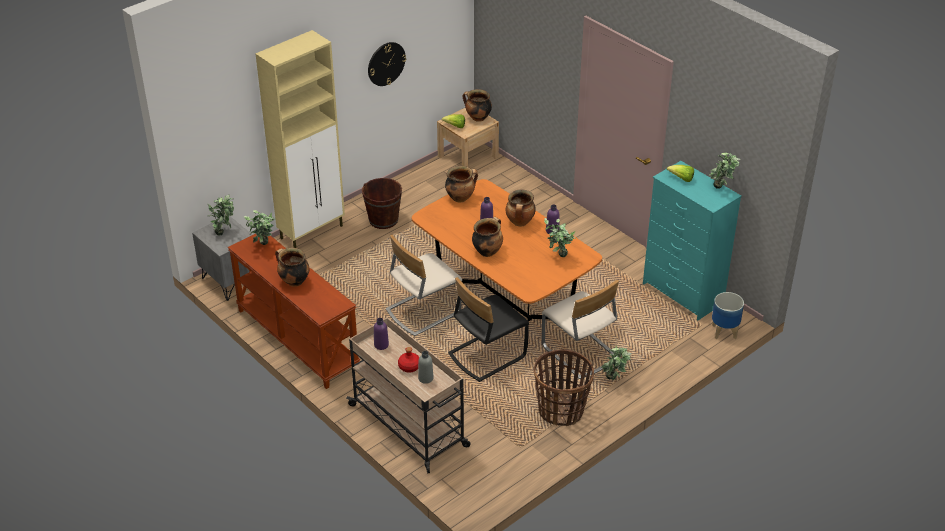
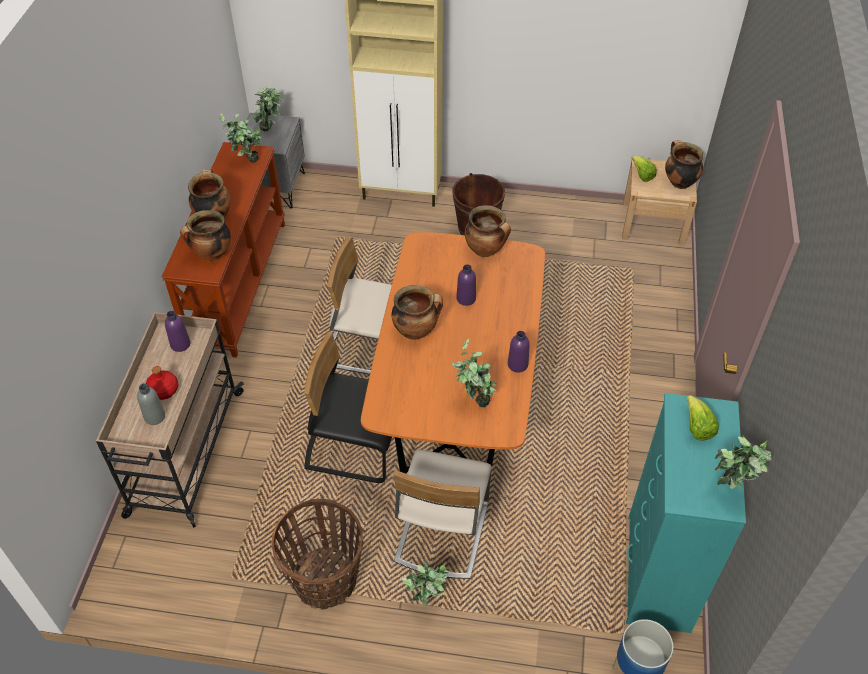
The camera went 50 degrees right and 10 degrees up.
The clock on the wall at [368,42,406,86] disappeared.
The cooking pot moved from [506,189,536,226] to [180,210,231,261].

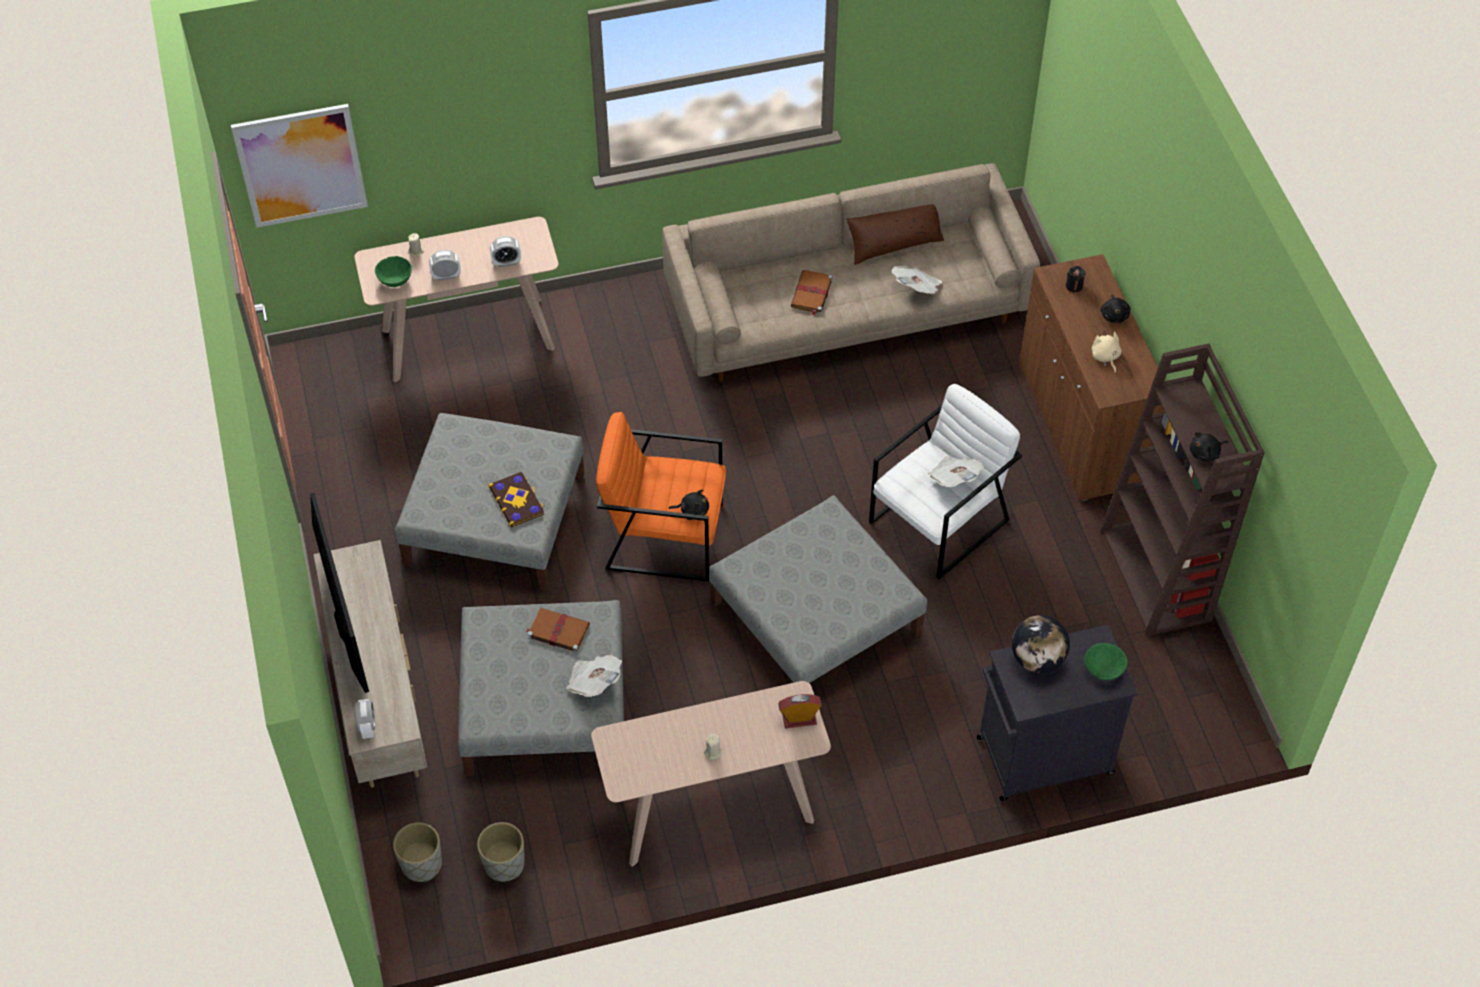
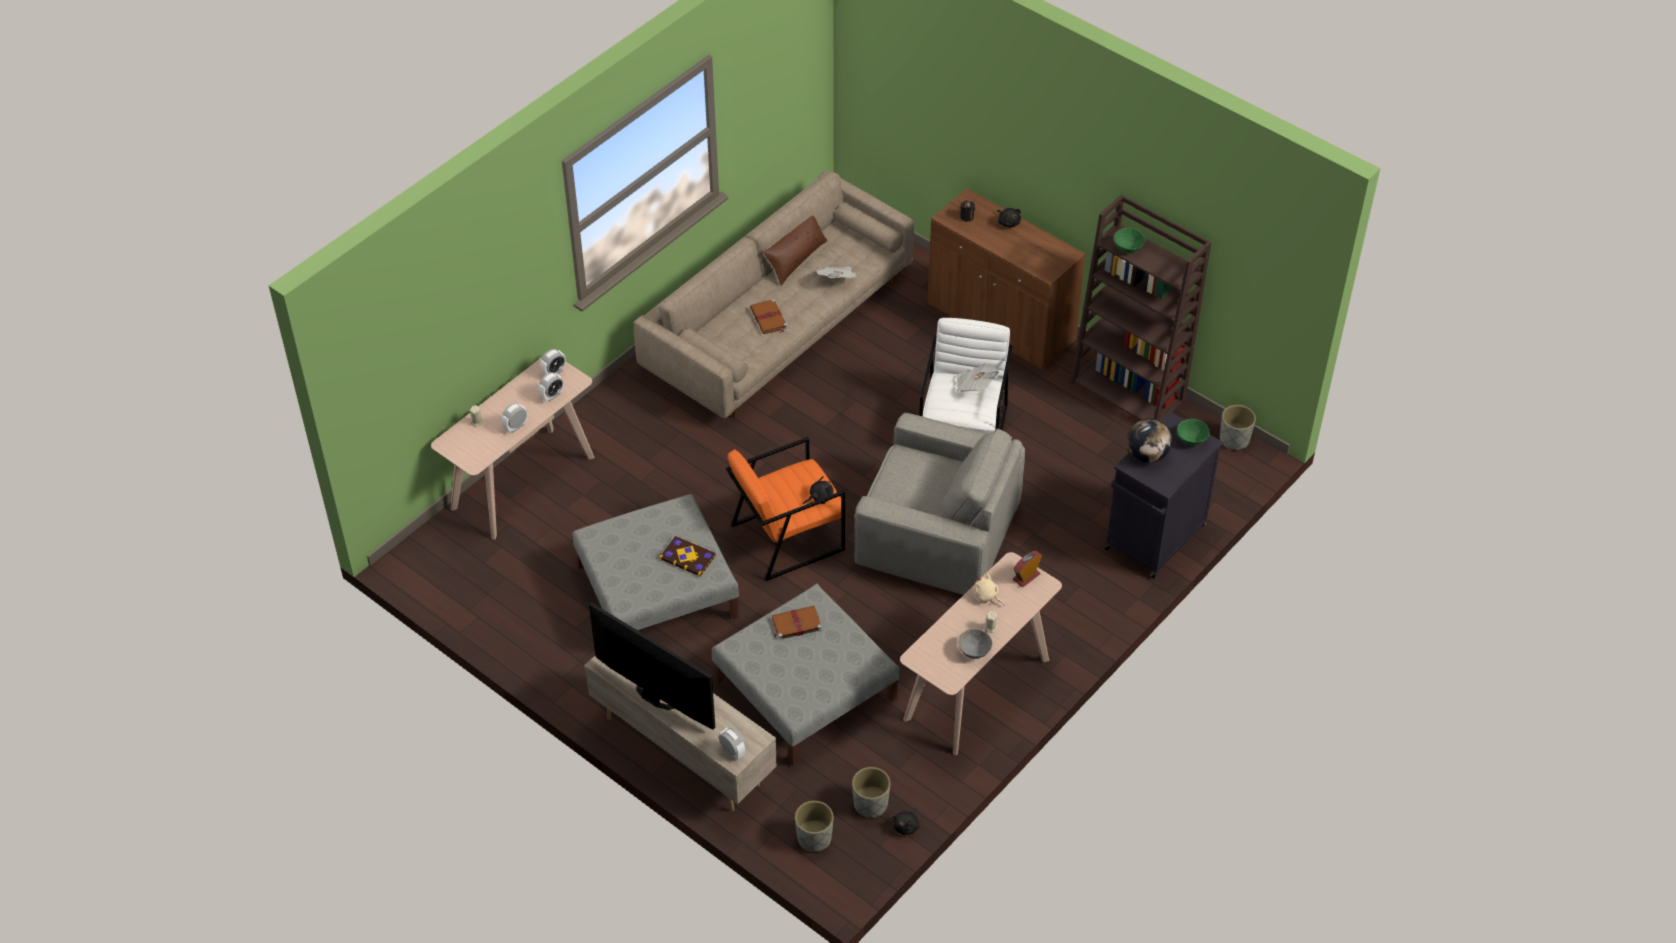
The camera went 35 degrees left and 5 degrees down.
The wall art at [231,104,368,228] disappeared.
The serving bowl/greenish moved from [375,256,412,287] to [1114,228,1145,253].
The printed paper at [566,655,622,697] disappeared.
The pouffe/grey at [709,495,927,683] was replaced by the lounge chair/grey at [854,413,1025,595].
The plush toy/sand-coloured moved from [1092,330,1122,373] to [973,573,1004,605].
The plush toy/black-coloured moved from [1190,432,1228,462] to [892,808,920,835].
The table clock at [540,349,566,375] appeared.
The serving bowl/grey at [958,629,993,659] appeared.
The plant pot/grey at [1220,405,1256,450] appeared.

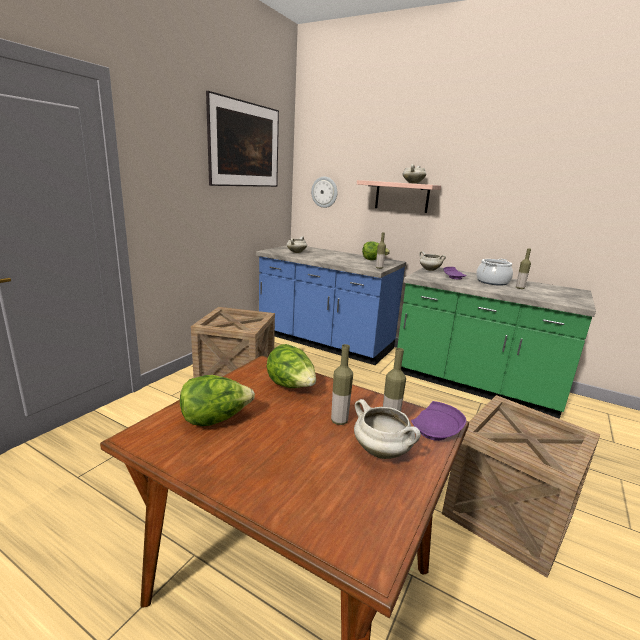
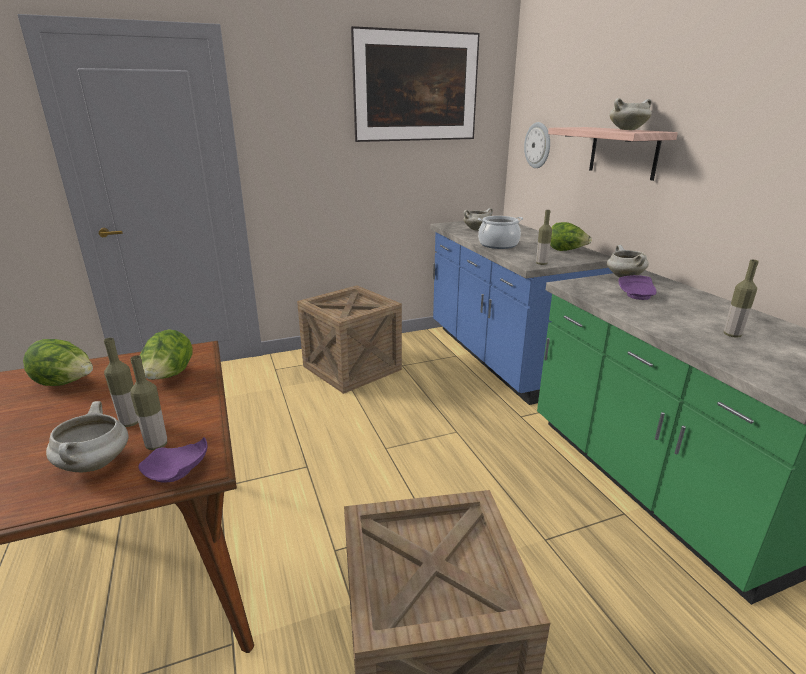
The camera went 40 degrees right and 5 degrees up.
The cooking pot moved from [476,259,513,286] to [478,216,523,249].

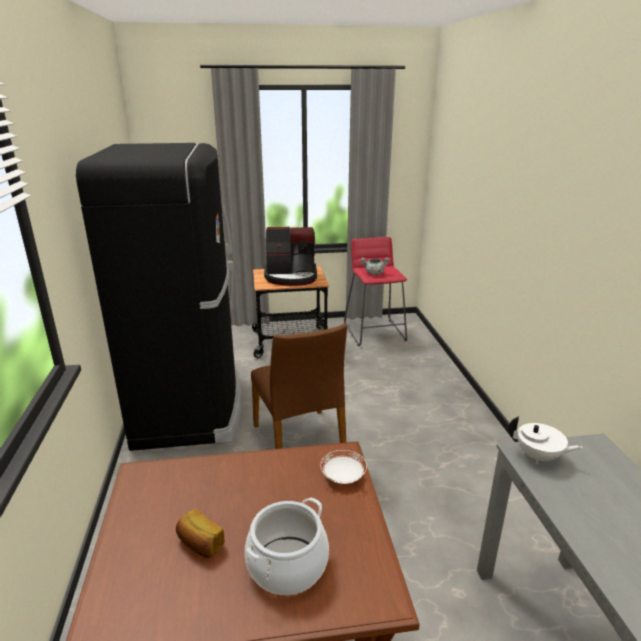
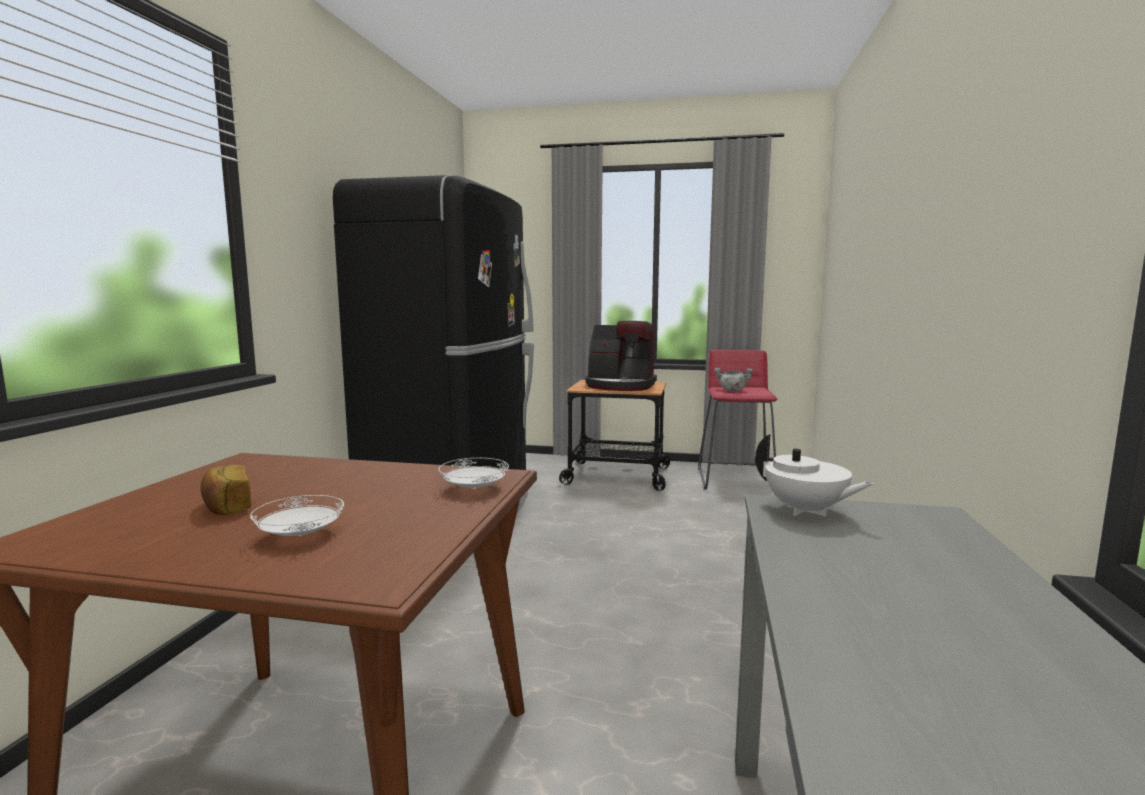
The camera went 20 degrees right and 15 degrees down.
The cooking pot at [245,497,329,595] was replaced by the dinner plate/whitish at [250,495,344,536].
The plain chair/brown-coloured at [251,324,347,449] disappeared.

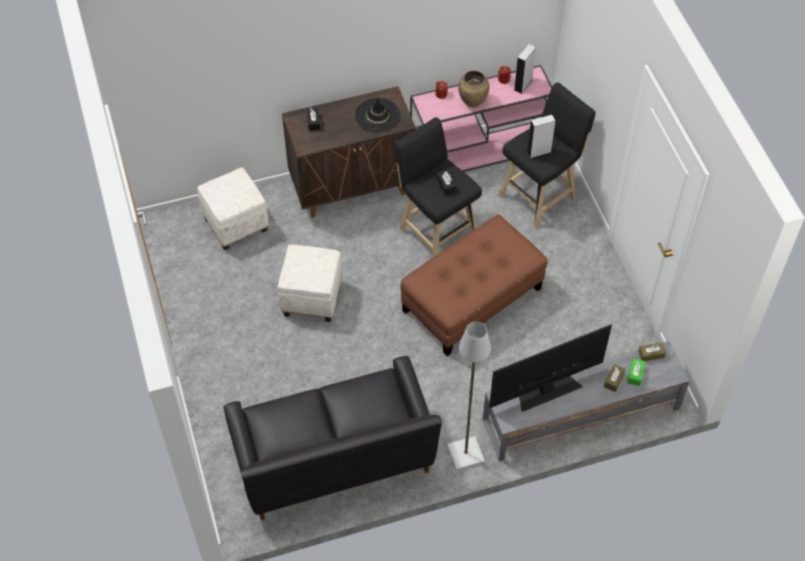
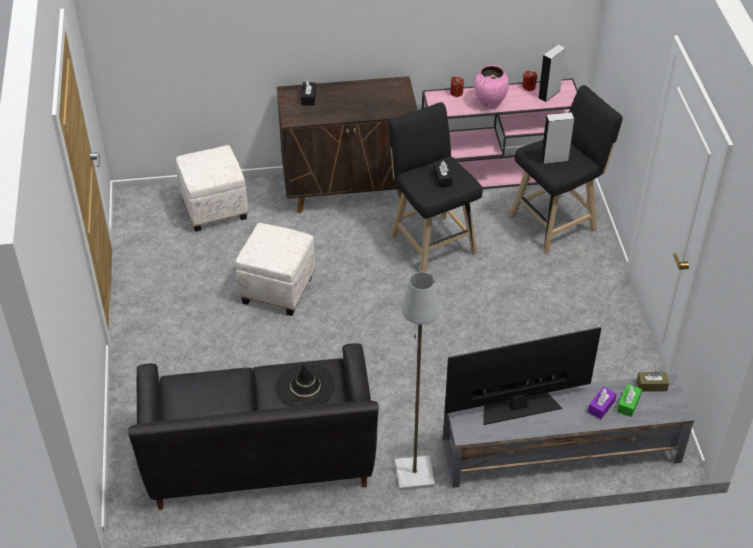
The camera went 10 degrees right and 10 degrees down.
The wearable hat/black-coloured moved from [355,98,401,132] to [276,363,335,407].
The pouffe/brown-coloured at [400,215,547,356] disappeared.
The flower vase/brown-coloured at [458,70,489,108] became the flower vase/pink-coloured at [474,65,509,109].
The box of tissues/brown-coloured at [604,364,625,392] became the box of tissues/purplish at [588,387,617,419].

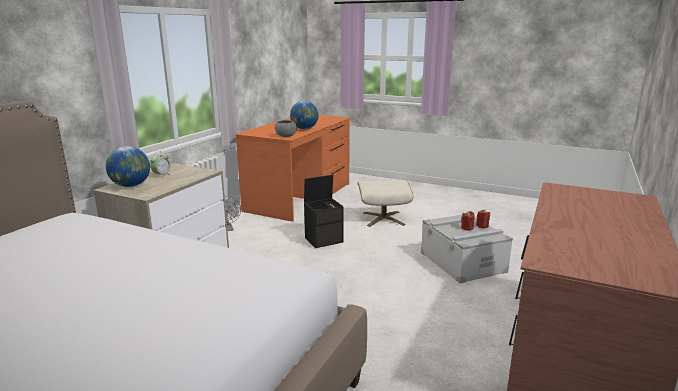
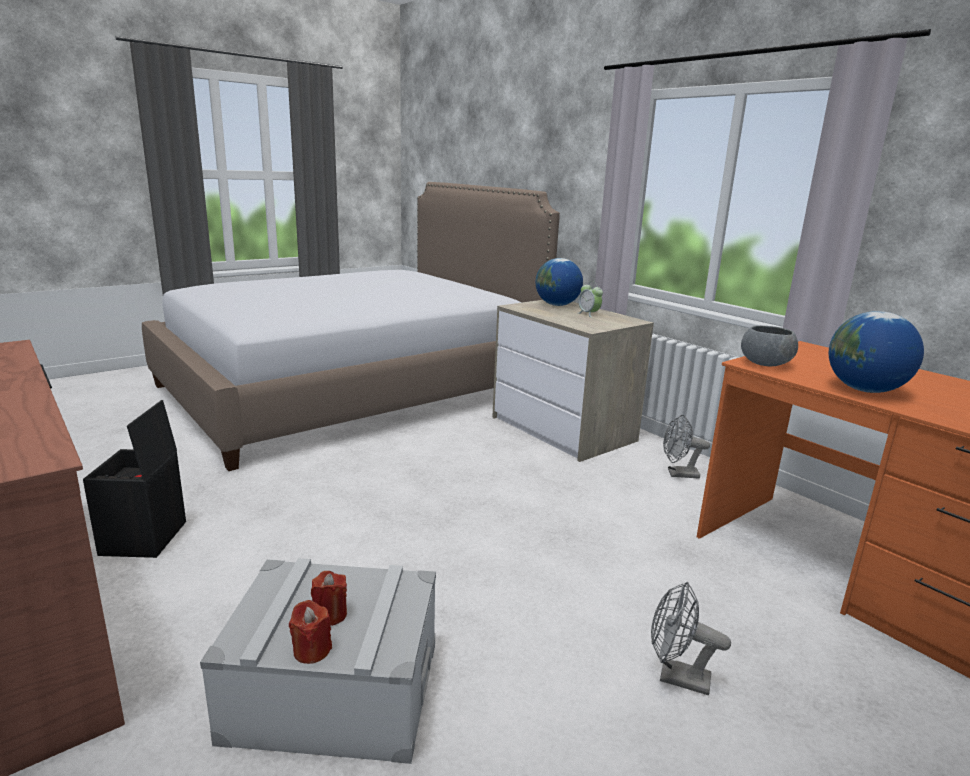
The camera went 115 degrees right and 0 degrees up.
The storage container/black-coloured moved from [304,175,343,248] to [83,400,186,558].
The pouffe/sand-coloured at [358,180,413,227] was replaced by the fan/grey at [651,582,731,695].

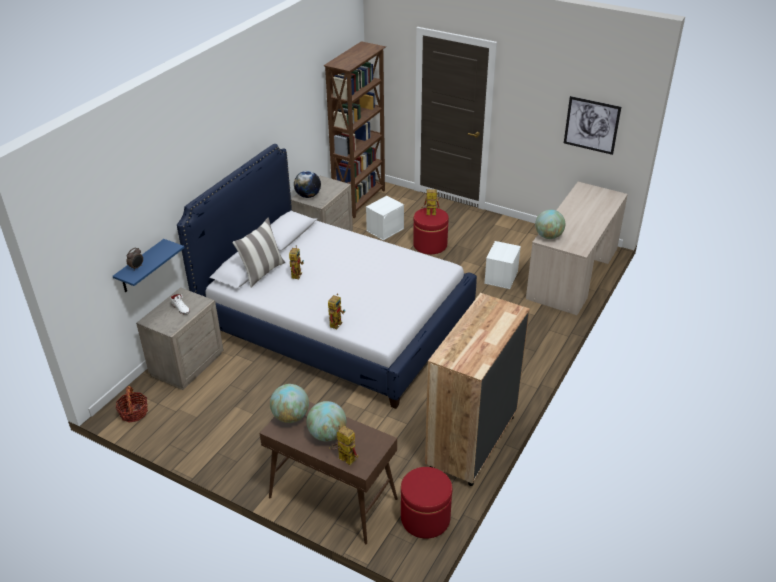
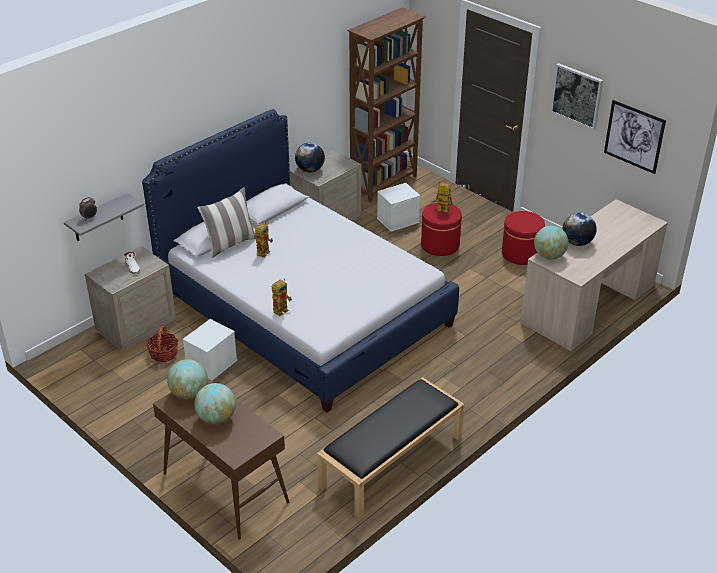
The camera went 15 degrees right and 0 degrees up.
The wall shelf/blue at [113,239,185,292] became the wall shelf/grey at [64,193,144,241].
The household basket moved from [116,386,148,423] to [146,325,178,362].
The robot figure at [329,425,359,465] disappeared.
The pouffe/red moved from [401,467,452,539] to [502,211,545,265].
The chest of drawers/brown-coloured at [425,293,530,486] was replaced by the bench/black-coloured at [317,377,464,518].
The storage container/whitish moved from [484,241,521,289] to [183,319,237,381].
The wall art at [550,63,603,130] appeared.
The desk globe at [563,213,597,246] appeared.

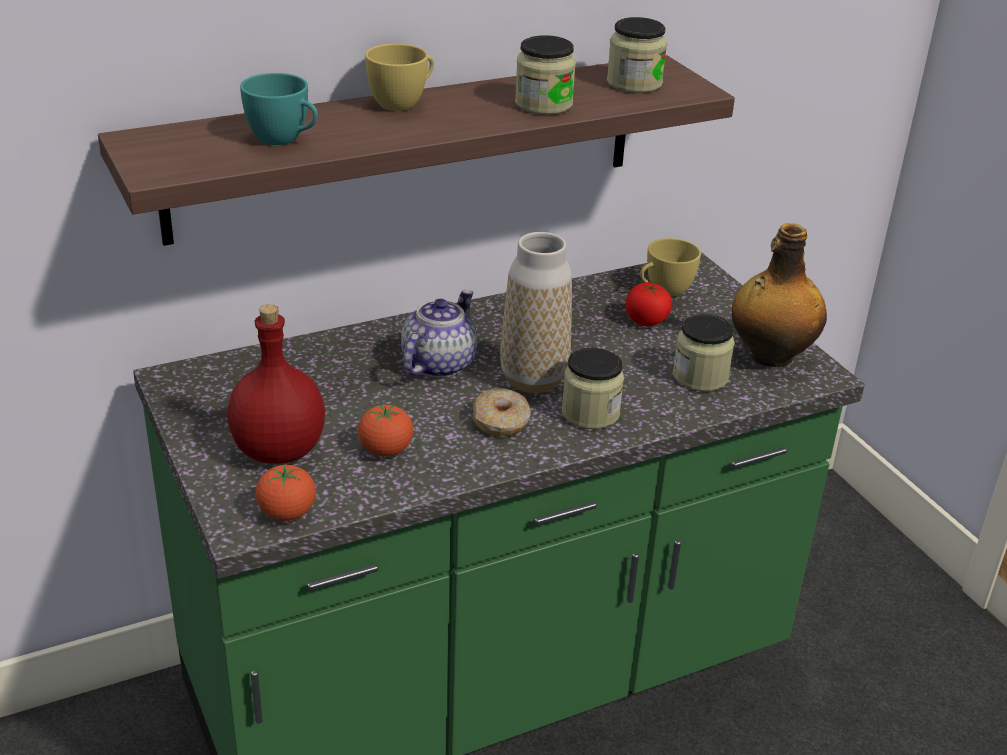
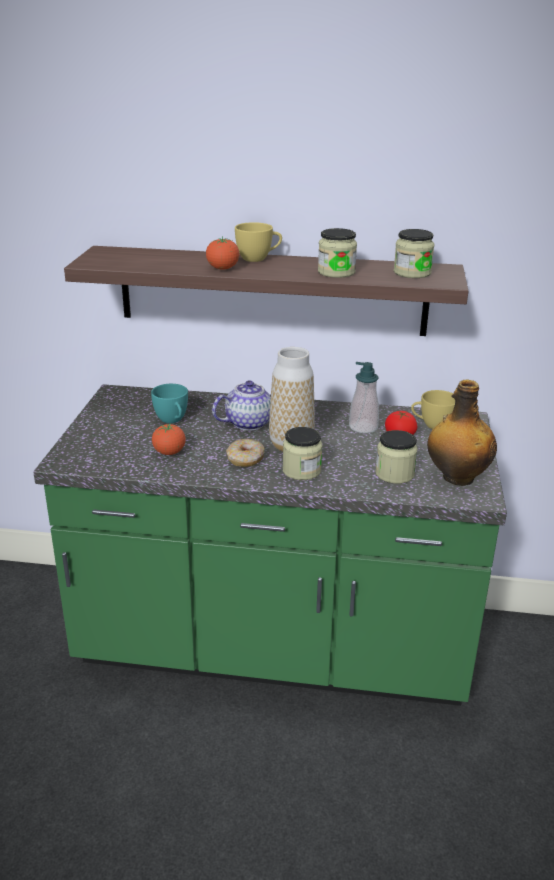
The camera went 35 degrees right and 5 degrees down.
The bottle/red at [227,304,325,464] disappeared.
The small cup/blue-green moved from [240,73,318,145] to [151,384,188,423].
The tomato moved from [256,463,316,521] to [206,236,239,270].
The soap dispenser at [349,362,379,433] appeared.

